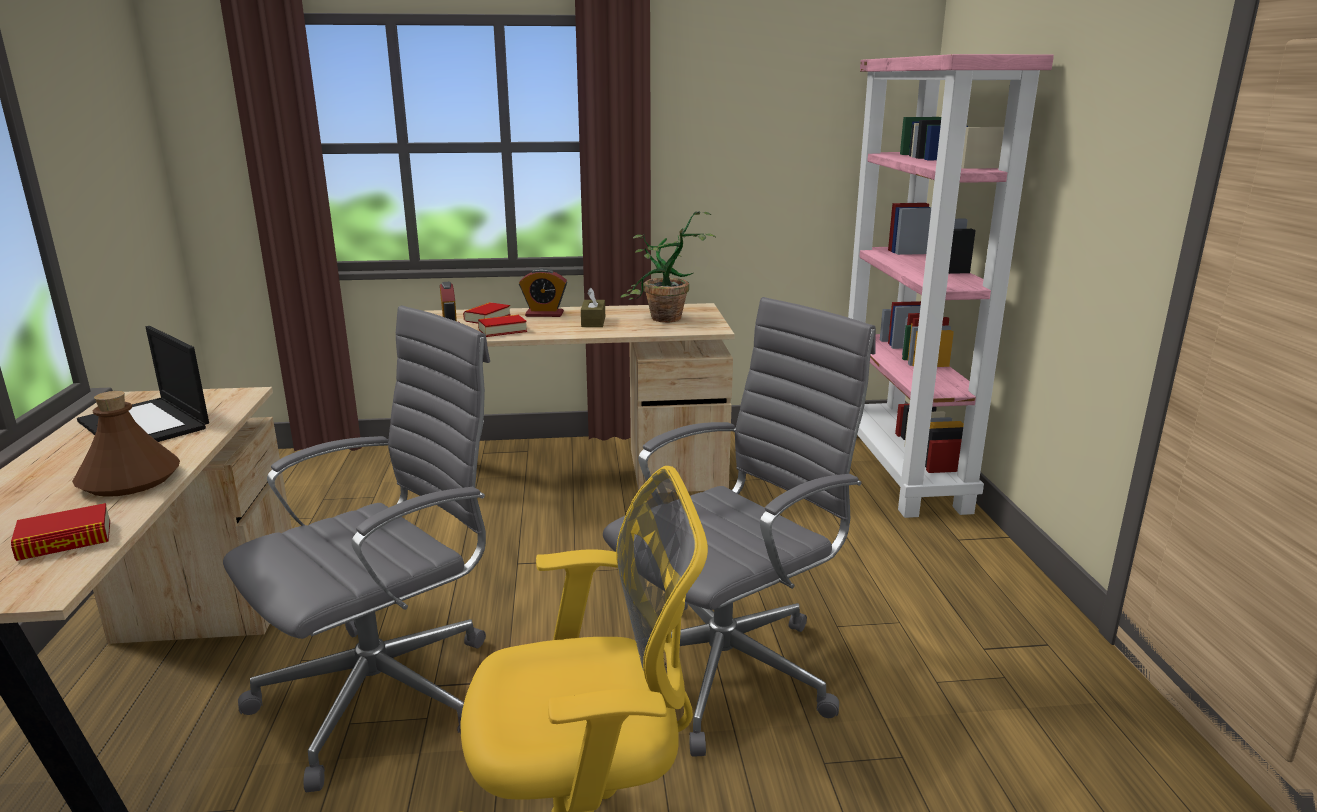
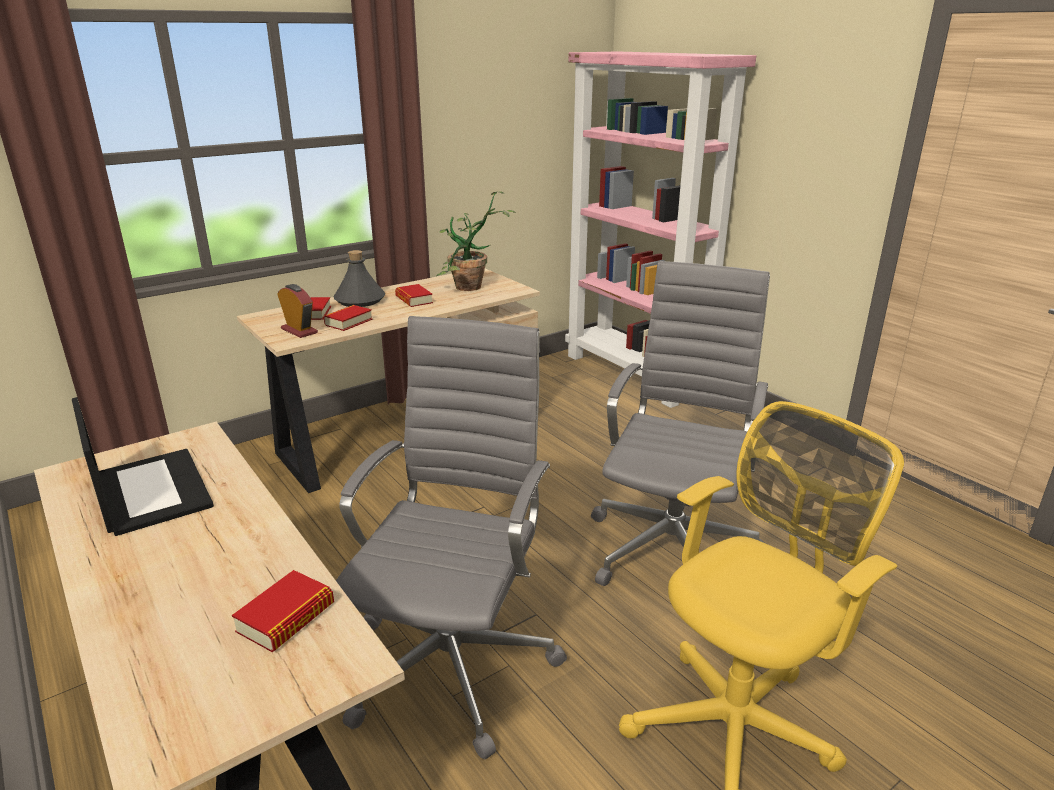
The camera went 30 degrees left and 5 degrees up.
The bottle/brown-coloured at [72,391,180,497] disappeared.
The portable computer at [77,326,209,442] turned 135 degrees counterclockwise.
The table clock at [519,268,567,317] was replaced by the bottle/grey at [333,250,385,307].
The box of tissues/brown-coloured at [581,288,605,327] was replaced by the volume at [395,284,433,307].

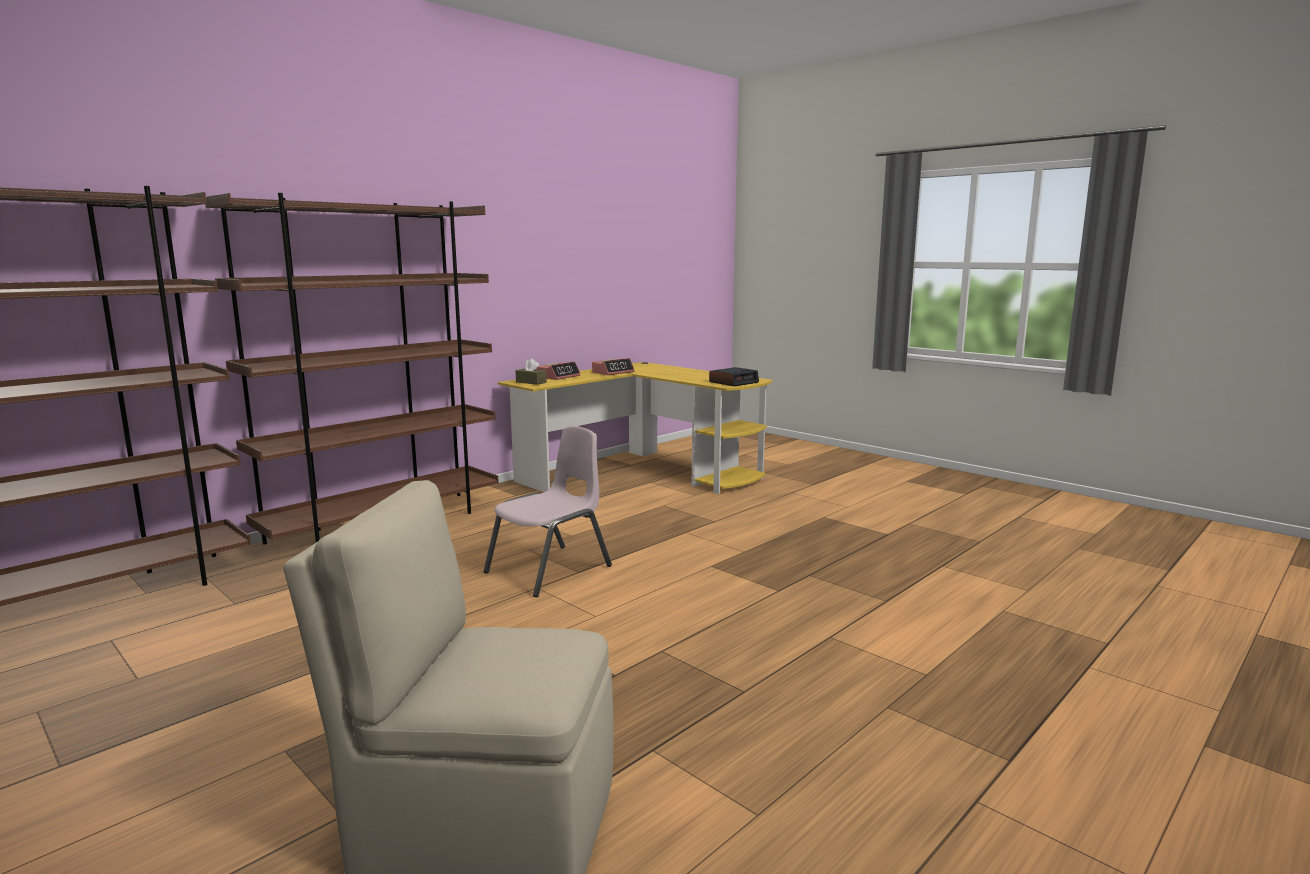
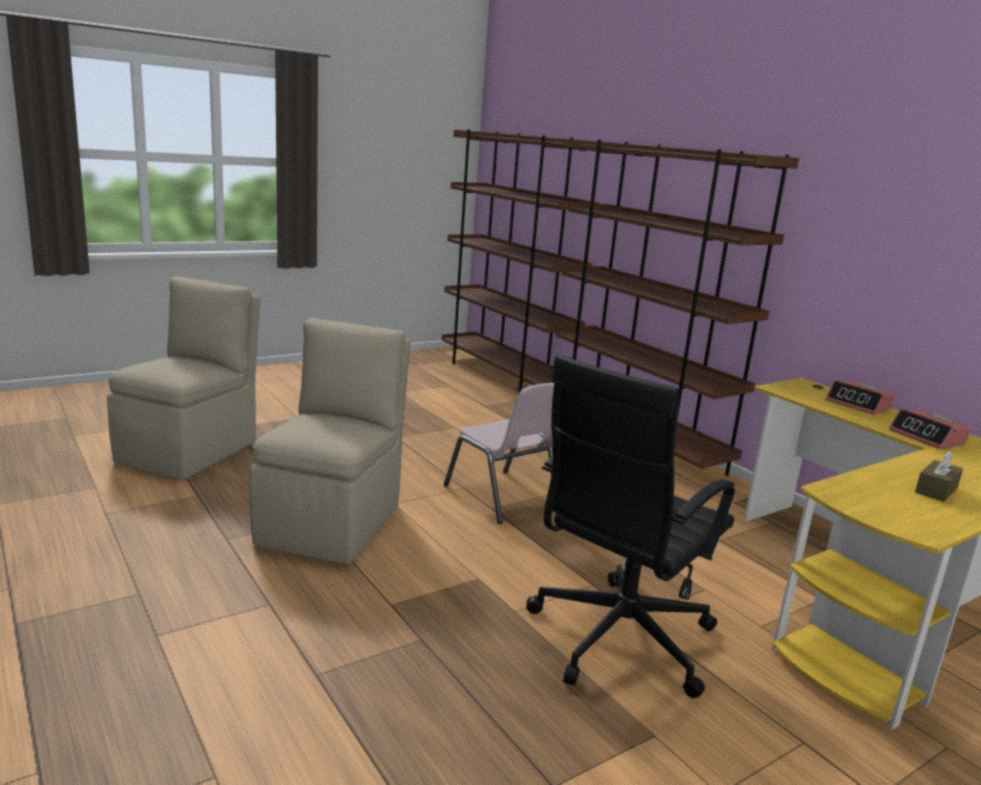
The camera went 100 degrees right and 5 degrees up.
The box of tissues/brown-coloured moved from [515,359,547,385] to [915,451,963,502].
The table clock at [709,367,759,386] disappeared.
The plain chair/sand-coloured at [250,318,410,564] appeared.
The computer chair/black-coloured at [526,355,735,698] appeared.

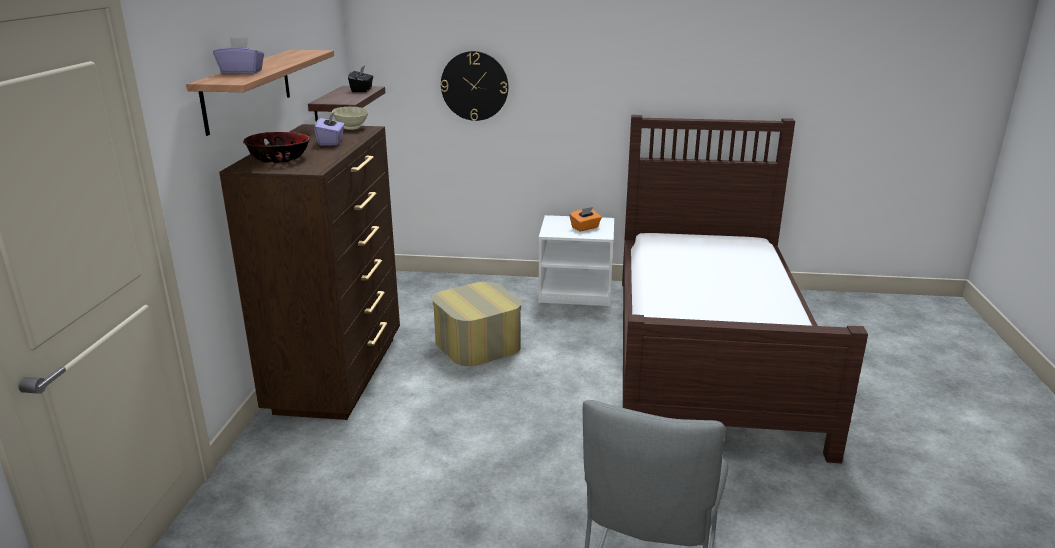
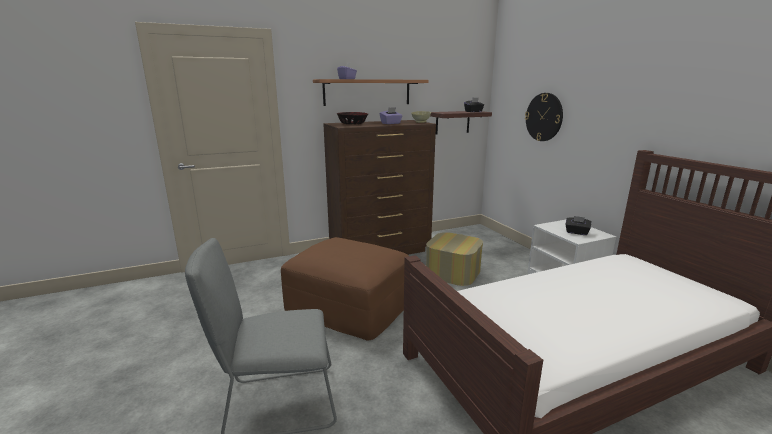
The camera went 60 degrees right and 5 degrees down.
The box of tissues/orange at [569,207,602,231] became the box of tissues/black-coloured at [566,216,591,235].
The pouffe/brown-coloured at [281,237,409,340] appeared.

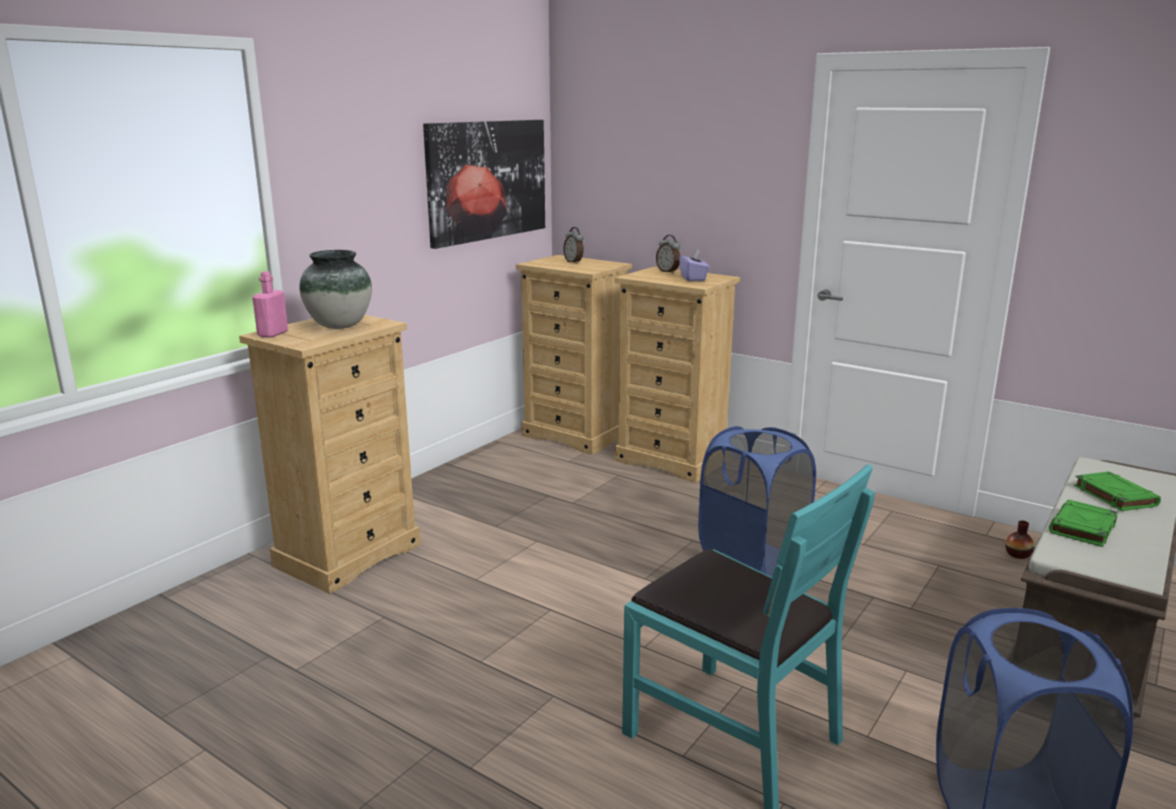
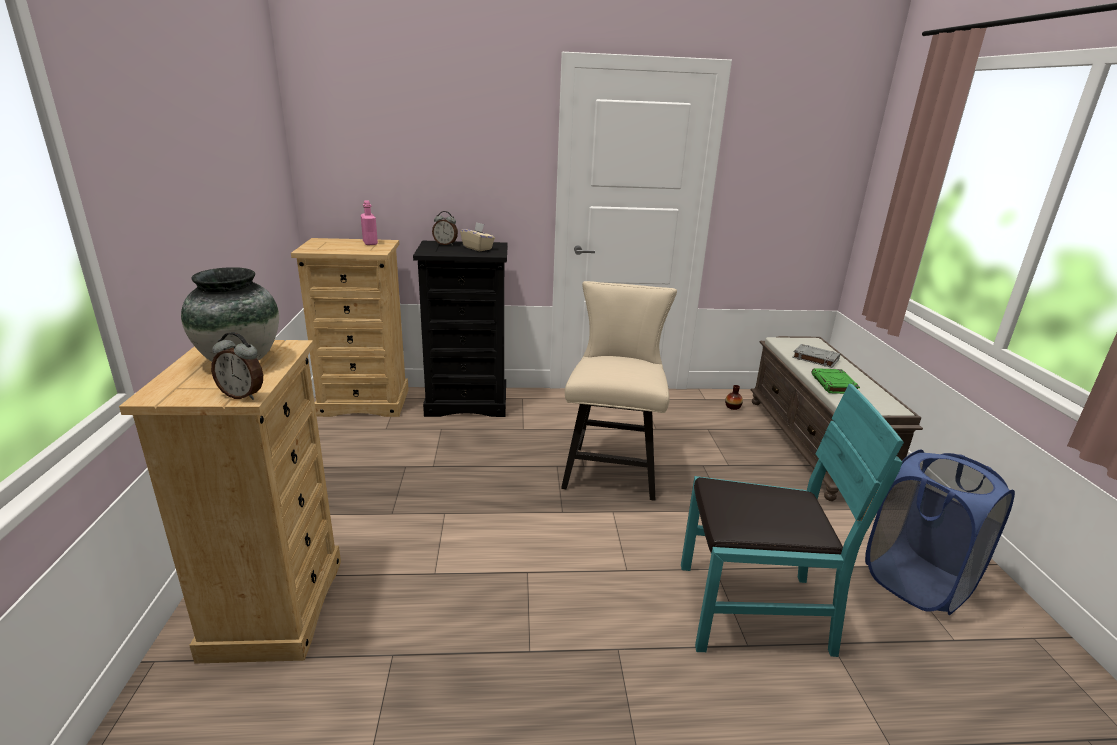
The camera went 40 degrees left and 5 degrees up.
The bottle/pink-coloured moved from [252,271,288,338] to [361,200,378,245].
The wall art at [423,120,545,249] disappeared.
The table clock moved from [563,227,584,264] to [211,332,263,400].
The chest of drawers/sand-coloured at [615,267,740,483] became the chest of drawers/black-coloured at [413,241,508,417].
The box of tissues/purplish at [679,249,709,281] became the box of tissues/sand-coloured at [460,222,495,251].
The laundry basket/blue at [698,426,816,577] was replaced by the plain chair/sand-coloured at [561,281,677,501].
The volume/greenish at [1074,471,1161,511] became the volume/grey at [792,344,840,368].

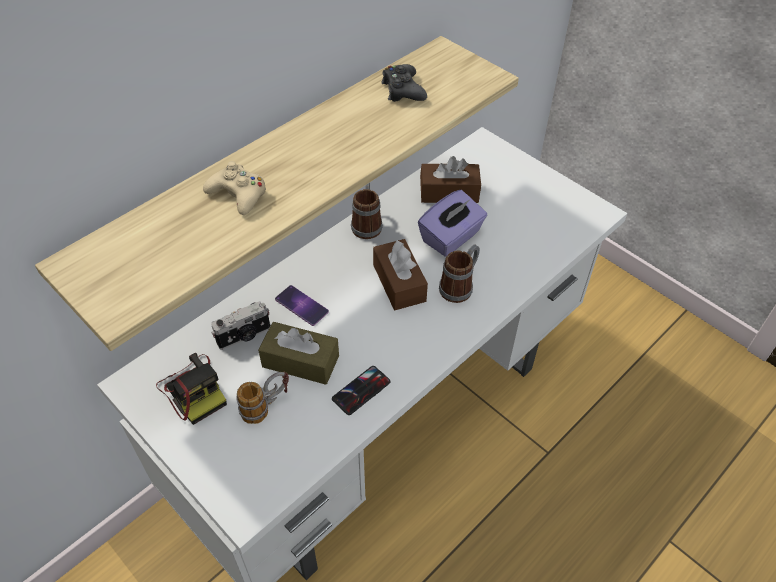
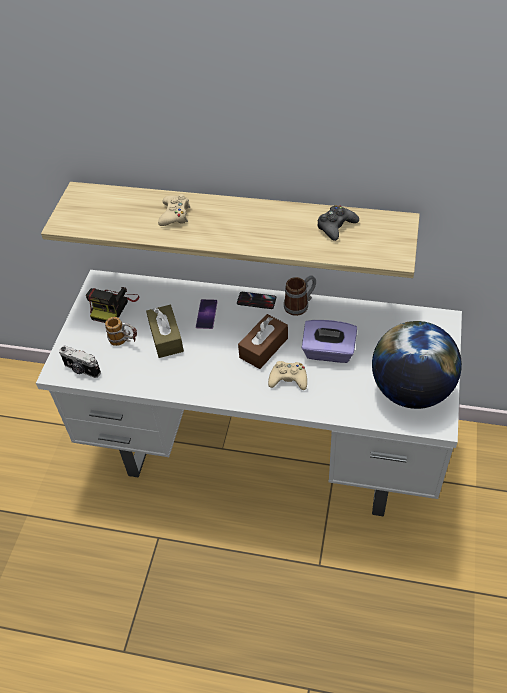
The camera went 60 degrees right and 0 degrees up.
The photo camera moved from [211,301,270,350] to [59,345,101,378].
The phone moved from [332,366,391,415] to [237,292,276,309].
The box of tissues/brown-coloured at [420,156,481,203] disappeared.
The tea mug at [439,244,480,303] was replaced by the game controller/sand-coloured at [268,361,307,390].
The desk globe at [372,321,462,409] appeared.

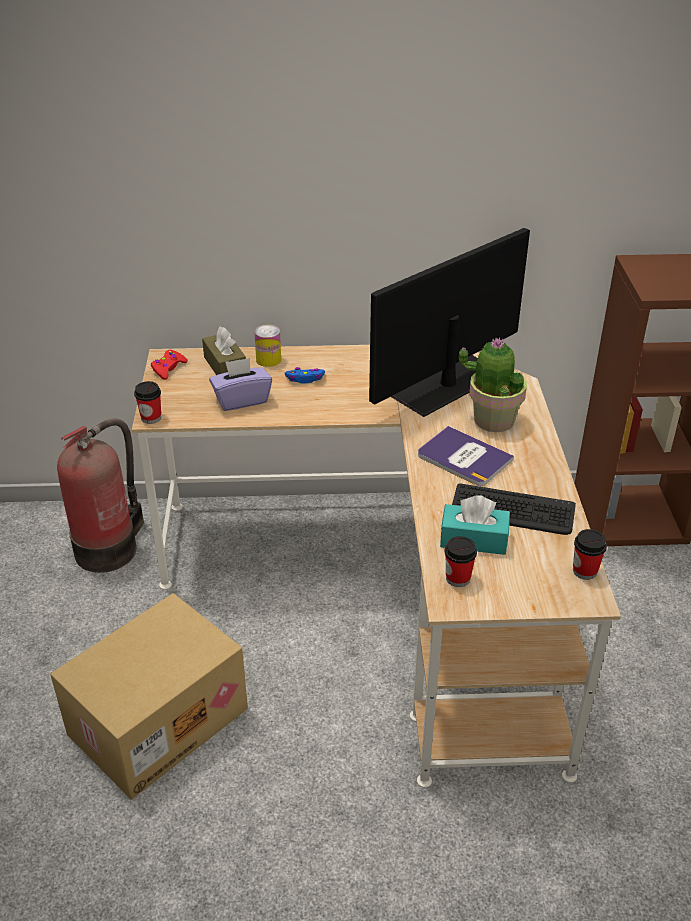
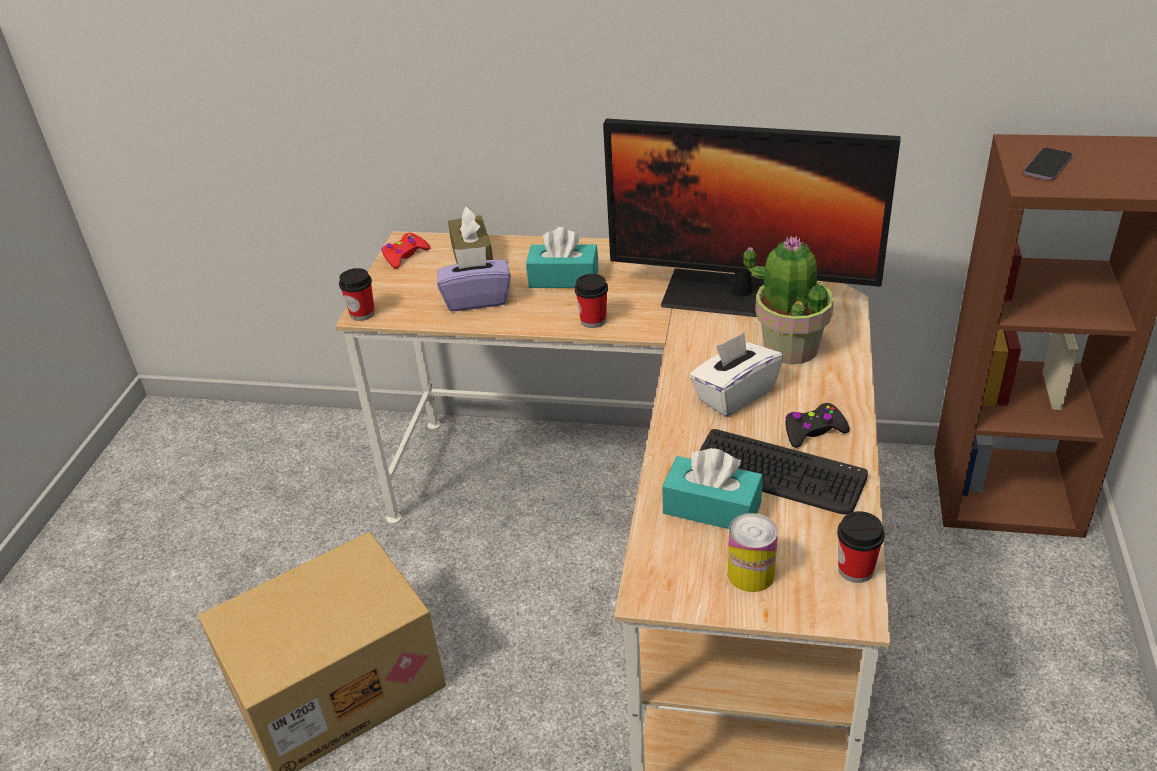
The camera went 15 degrees right and 0 degrees up.
The extinguisher at [57,418,144,573] disappeared.
The can moved from [254,325,281,367] to [728,513,778,592].
The game controller/blue at [285,367,325,383] was replaced by the box of tissues/blue-green at [526,227,598,288].
The monitor at [369,228,530,417] turned 135 degrees counterclockwise.
The volume at [418,426,514,486] was replaced by the box of tissues/whitish at [689,333,783,417].
The small cup moved from [445,536,477,587] to [574,274,608,328].
The game controller/black-coloured at [785,403,850,448] appeared.
The phone at [1023,148,1073,180] appeared.

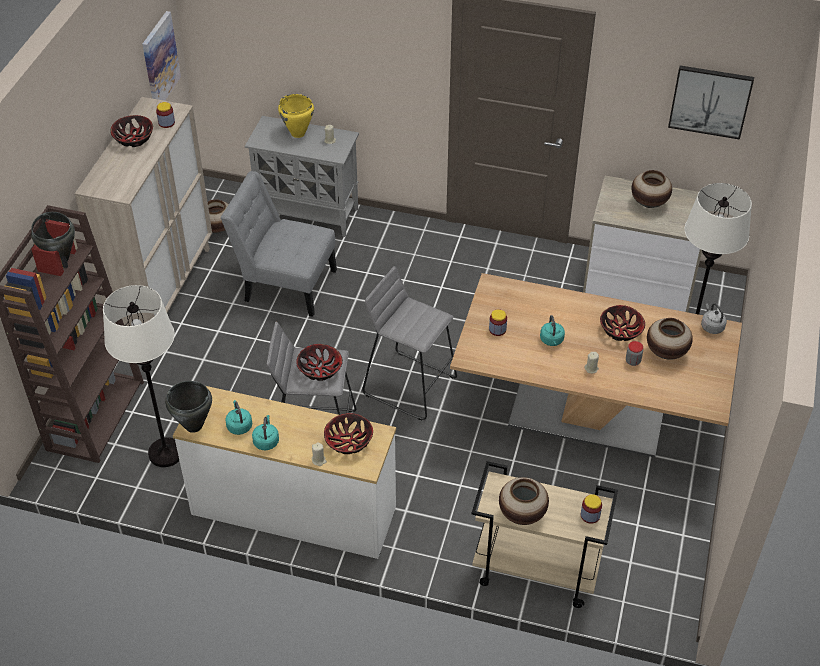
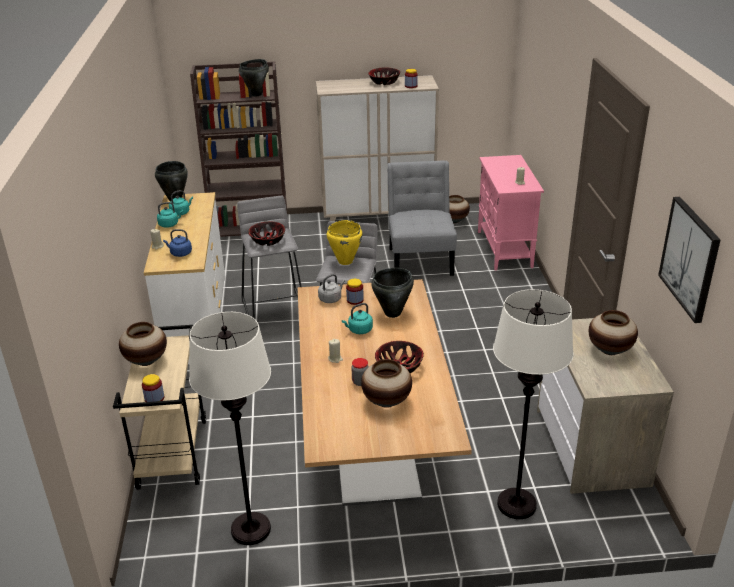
The camera went 70 degrees right and 15 degrees down.
The floor lamp/whitish moved from [103,285,179,467] to [189,312,271,545].
The wall art at [142,11,181,101] disappeared.
The cabinet/grey at [245,116,359,237] became the cabinet/pink-coloured at [478,155,544,270].
The cooking pot/yellowish moved from [278,94,314,138] to [327,220,362,265].
The serving bowl at [324,413,373,454] was replaced by the water kettle/blue at [163,229,192,257].
The water kettle/grey moved from [701,303,727,334] to [318,274,345,303].
The cooking pot/black-coloured at [371,268,414,318] appeared.

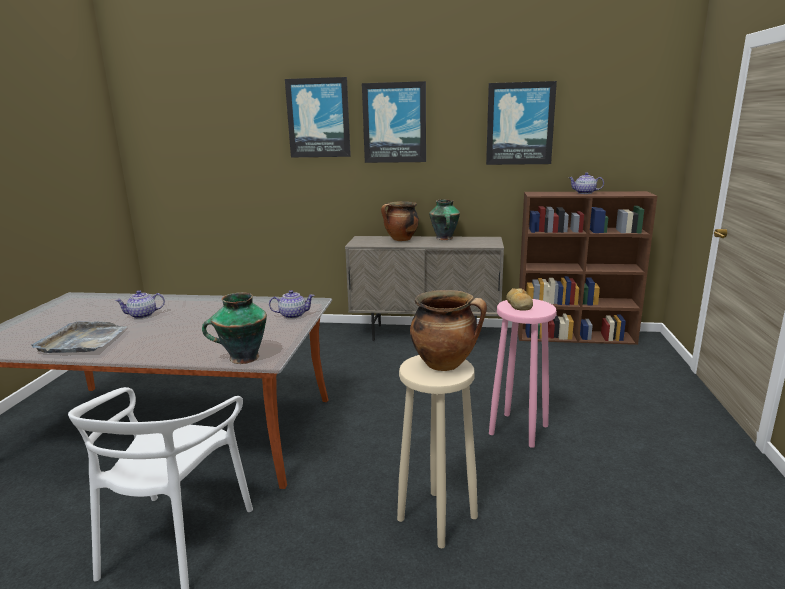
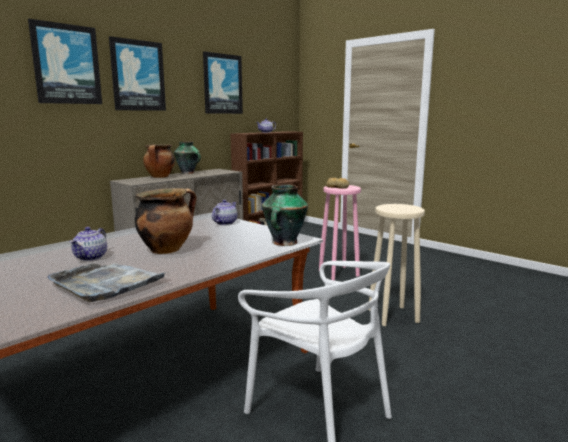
The camera went 55 degrees left and 5 degrees down.
The cooking pot moved from [410,290,487,371] to [135,188,197,254].

